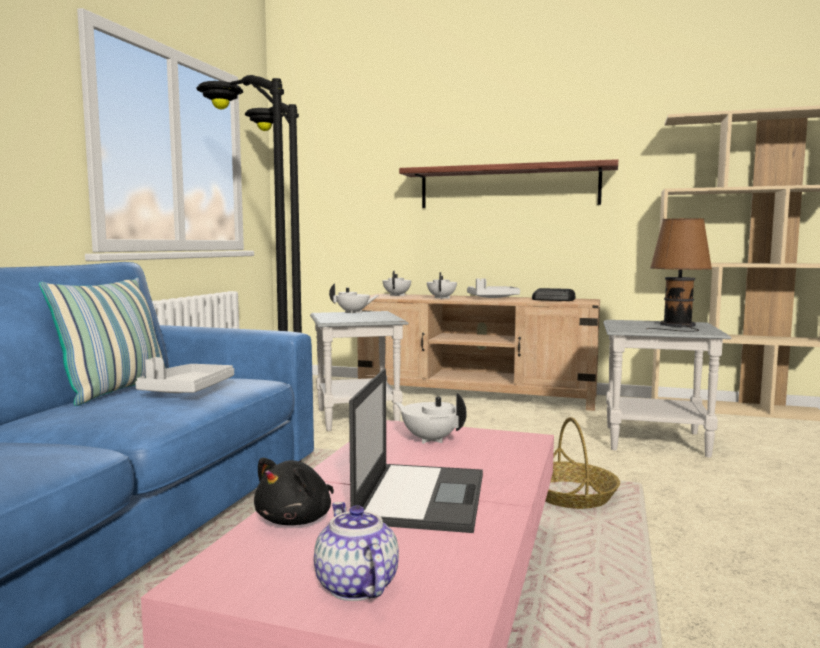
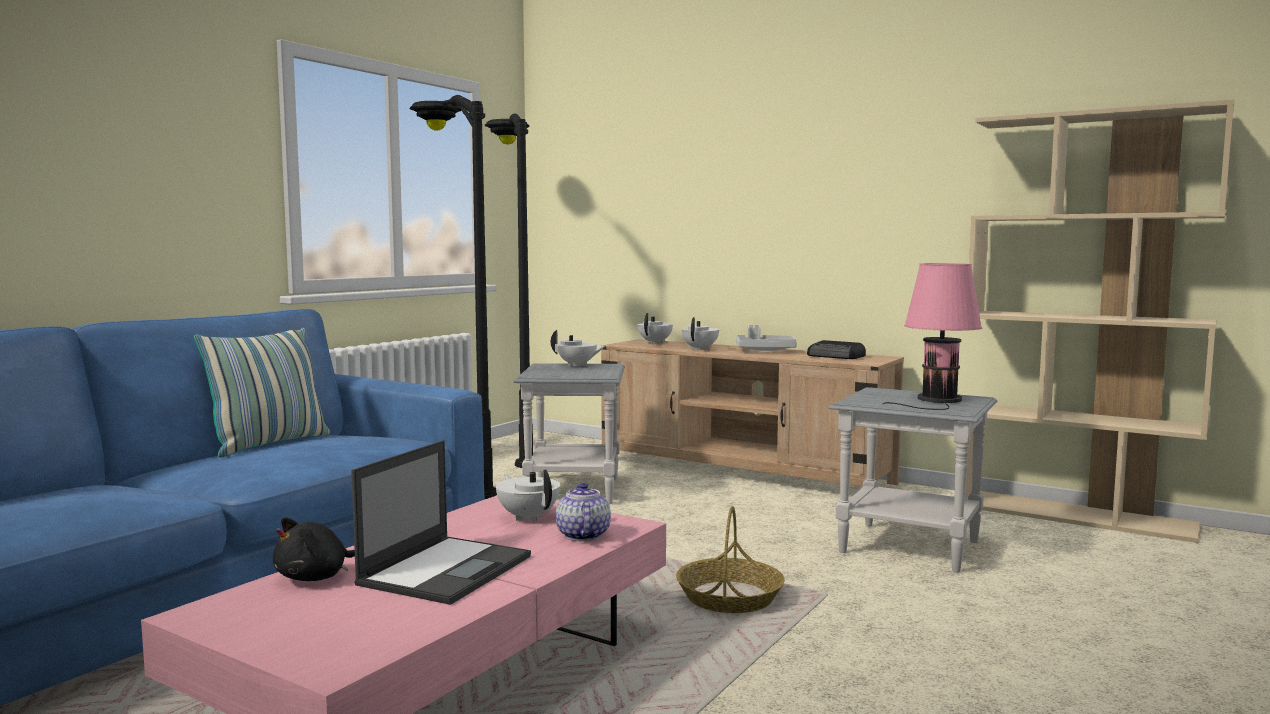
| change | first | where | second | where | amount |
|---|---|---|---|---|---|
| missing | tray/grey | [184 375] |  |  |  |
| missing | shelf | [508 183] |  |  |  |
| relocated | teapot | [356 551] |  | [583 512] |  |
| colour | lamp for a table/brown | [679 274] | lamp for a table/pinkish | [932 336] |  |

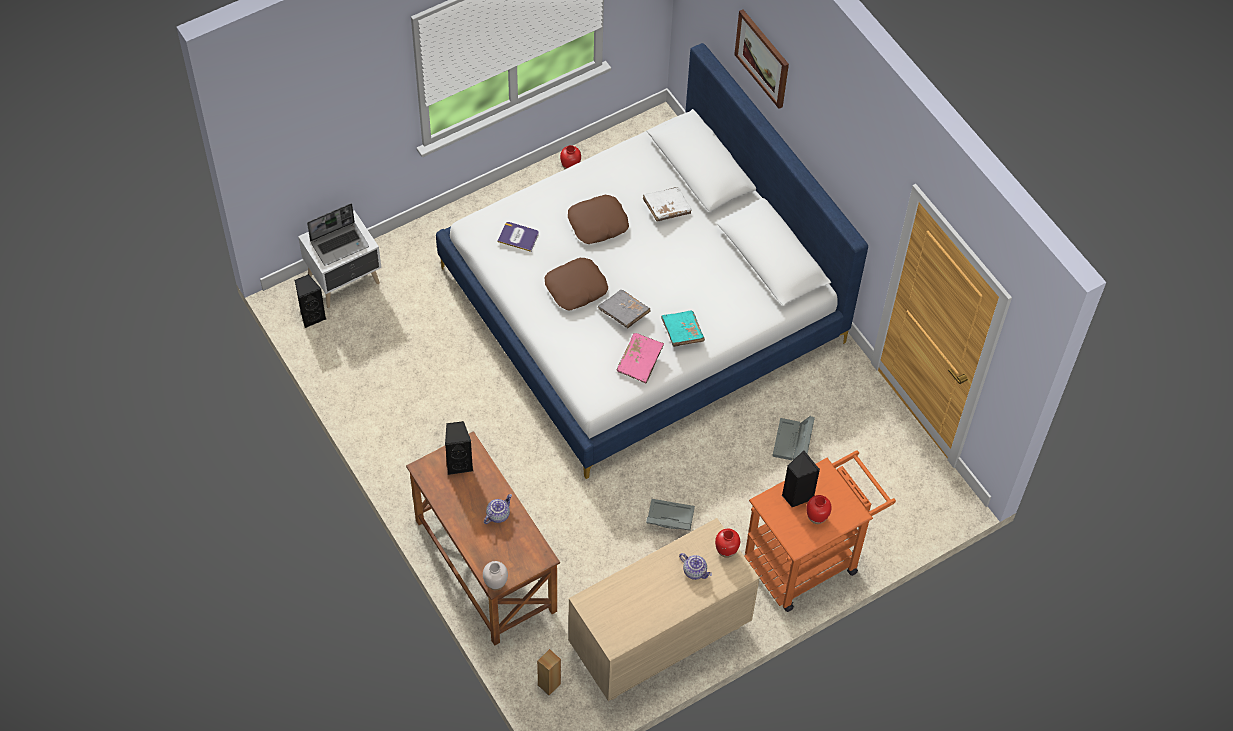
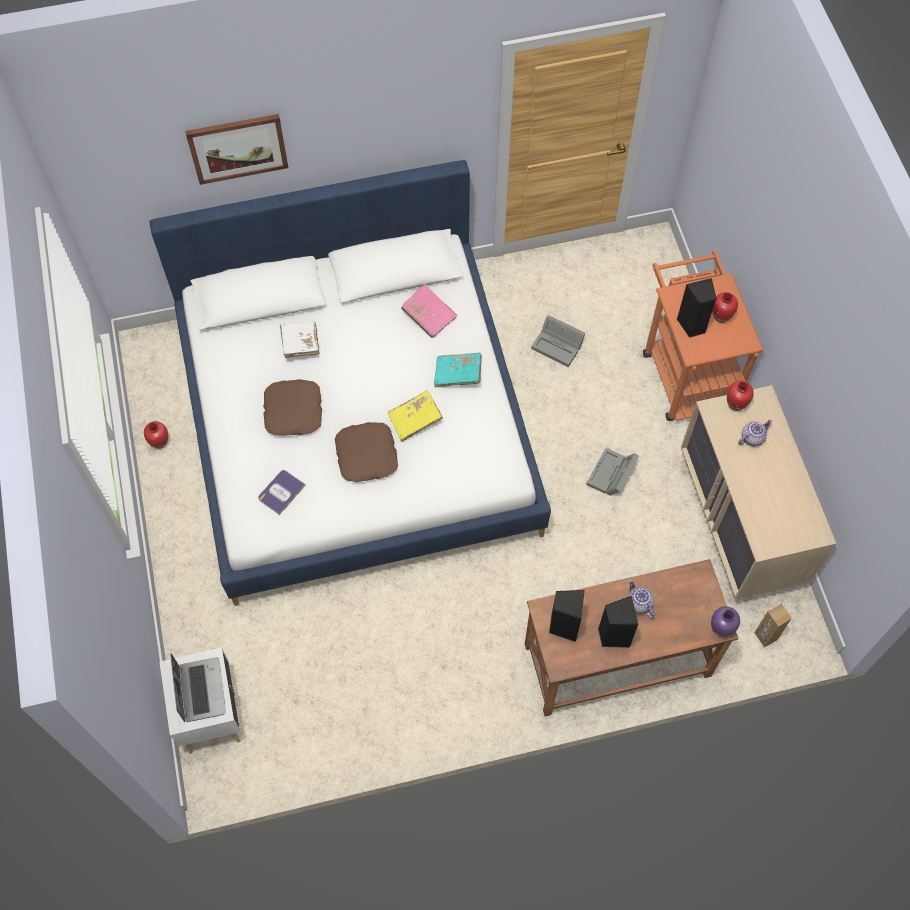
| change | first | where | second | where | amount |
|---|---|---|---|---|---|
| relocated | speaker/black-coloured | [310 301] |  | [618 622] |  |
| relocated | volume/pinkish | [640 358] |  | [429 311] |  |
| colour | vase/white-coloured | [495 575] | vase/purple-coloured | [725 621] |  |
| colour | volume/grey | [624 309] | volume/yellow | [415 416] |  |

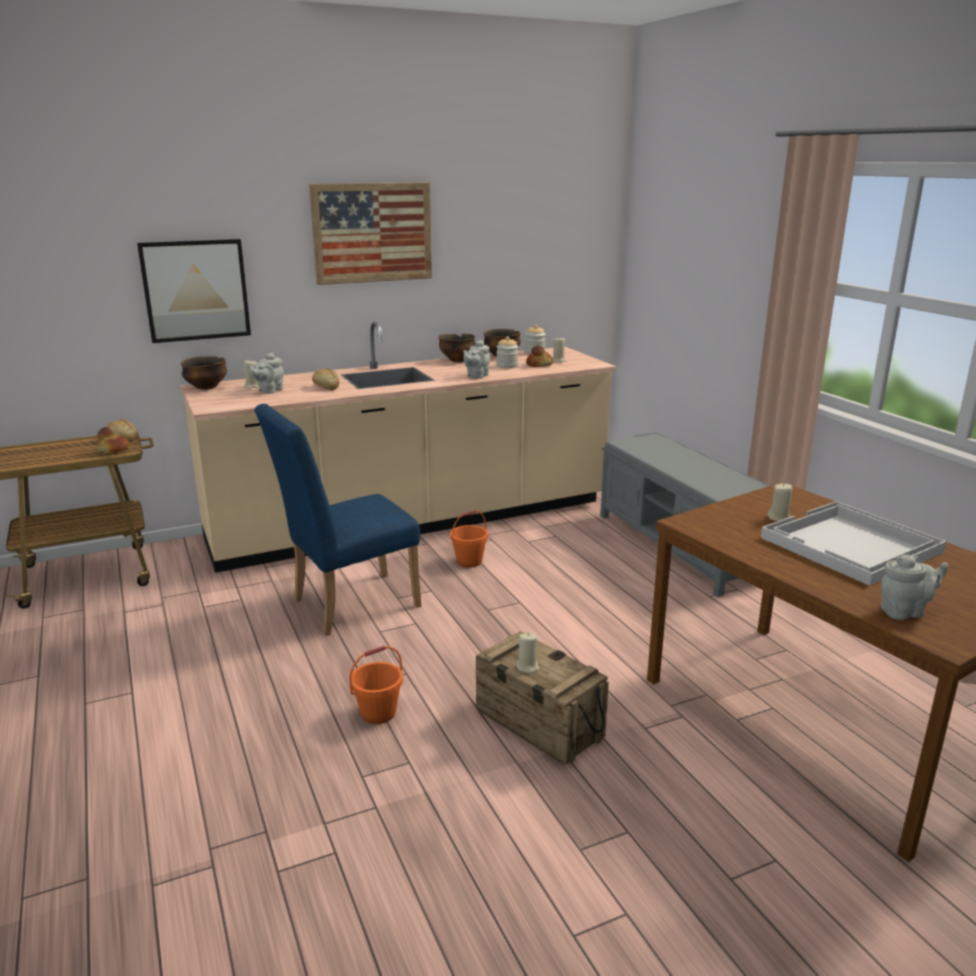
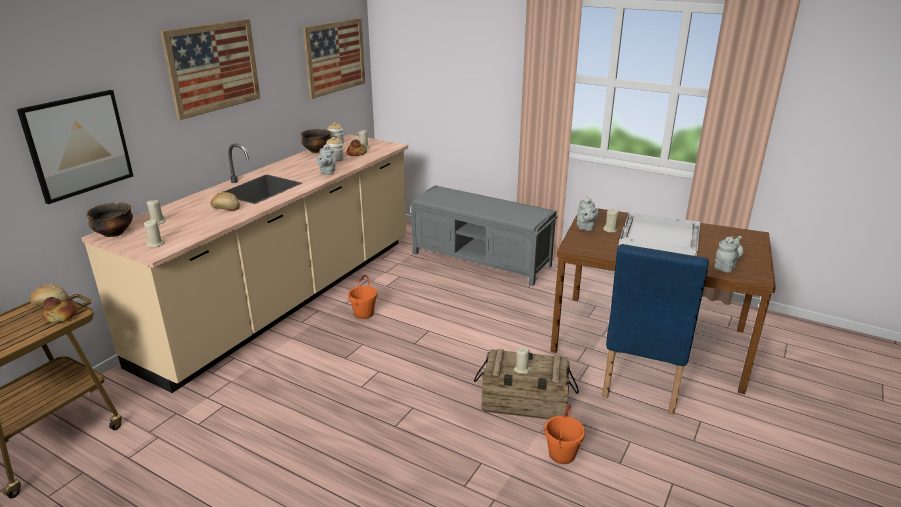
| change | first | where | second | where | amount |
|---|---|---|---|---|---|
| missing | deep dish | [457 348] |  |  |  |
| appeared |  |  | candle/sand-coloured | [154 233] |  |
| appeared |  |  | wall picture | [333 58] |  |
| relocated | teapot/grey | [266 373] |  | [588 214] |  |
| relocated | chair/blue | [337 520] |  | [655 329] |  |
| relocated | water bucket/orange | [376 685] |  | [564 434] |  |

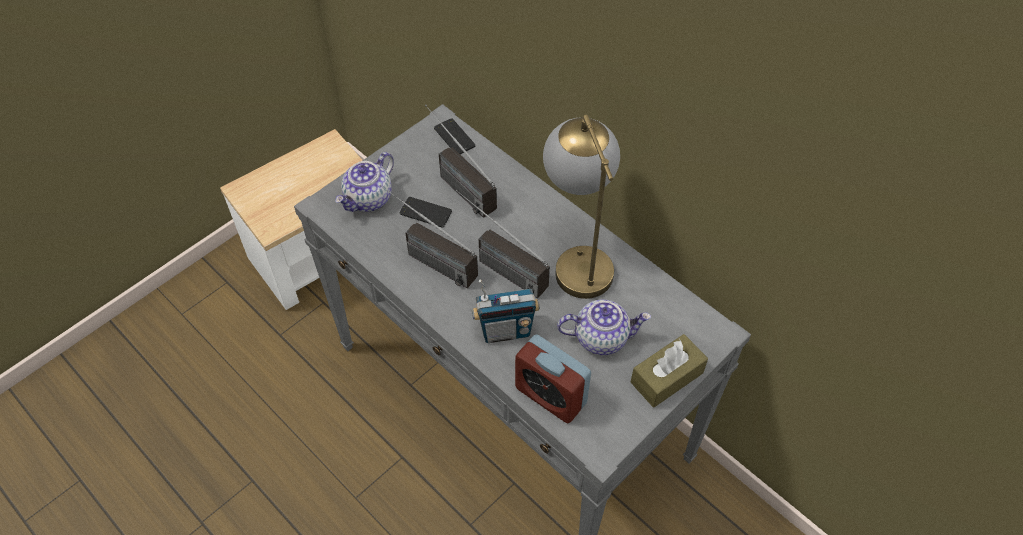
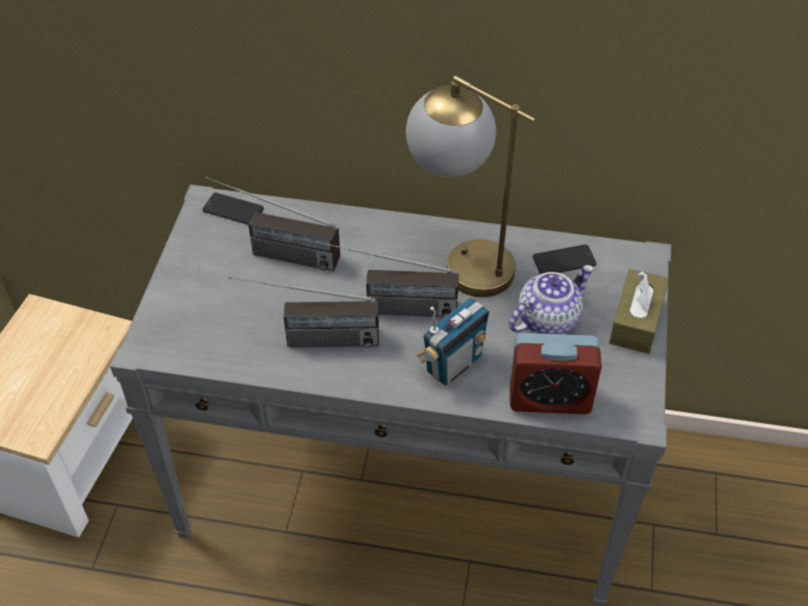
| change | first | where | second | where | amount |
|---|---|---|---|---|---|
| missing | teapot | [364 182] |  |  |  |
| relocated | handset | [425 212] |  | [565 259] |  |

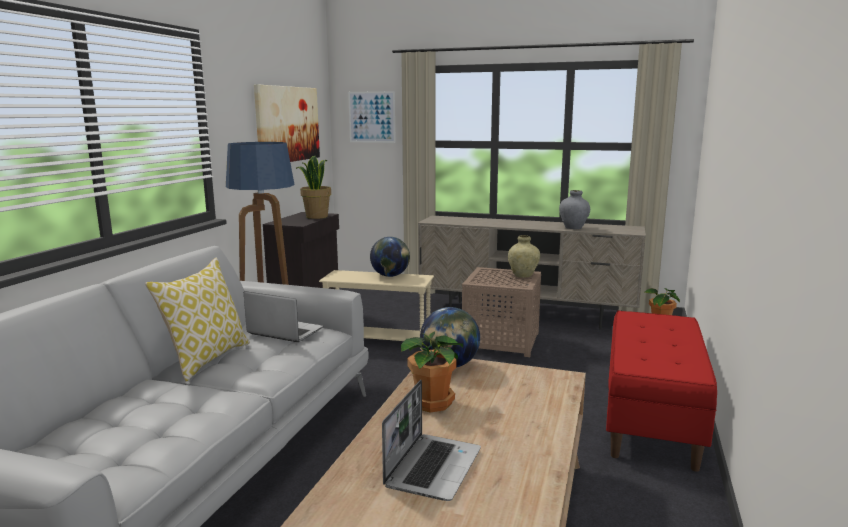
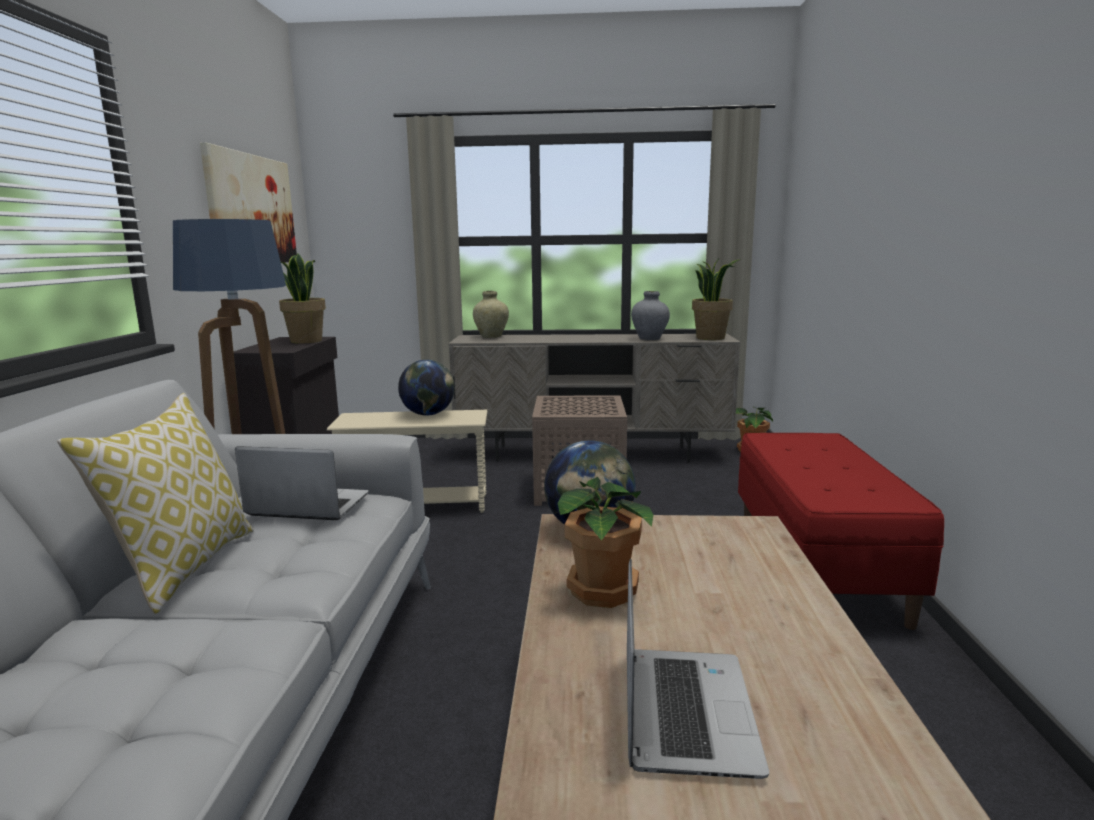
| change | first | where | second | where | amount |
|---|---|---|---|---|---|
| missing | wall picture | [372 117] |  |  |  |
| appeared |  |  | potted plant | [716 298] |  |
| relocated | vase/sand-coloured | [524 256] |  | [491 314] |  |

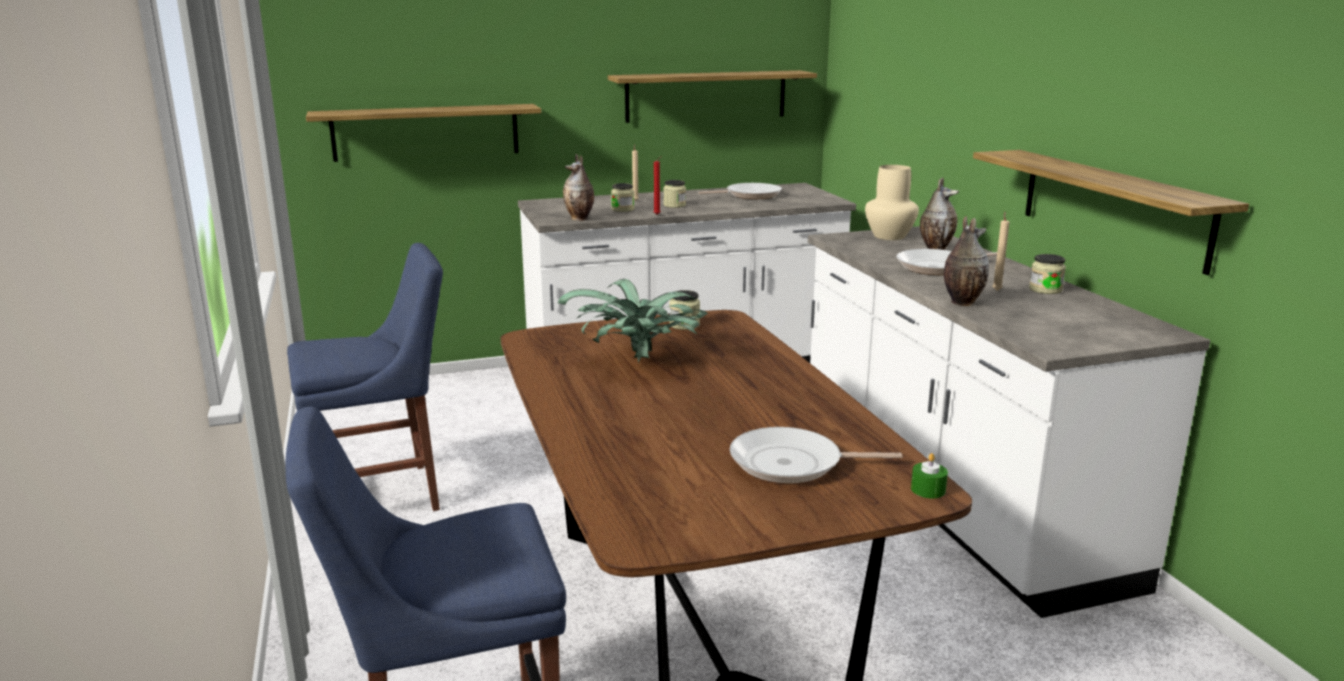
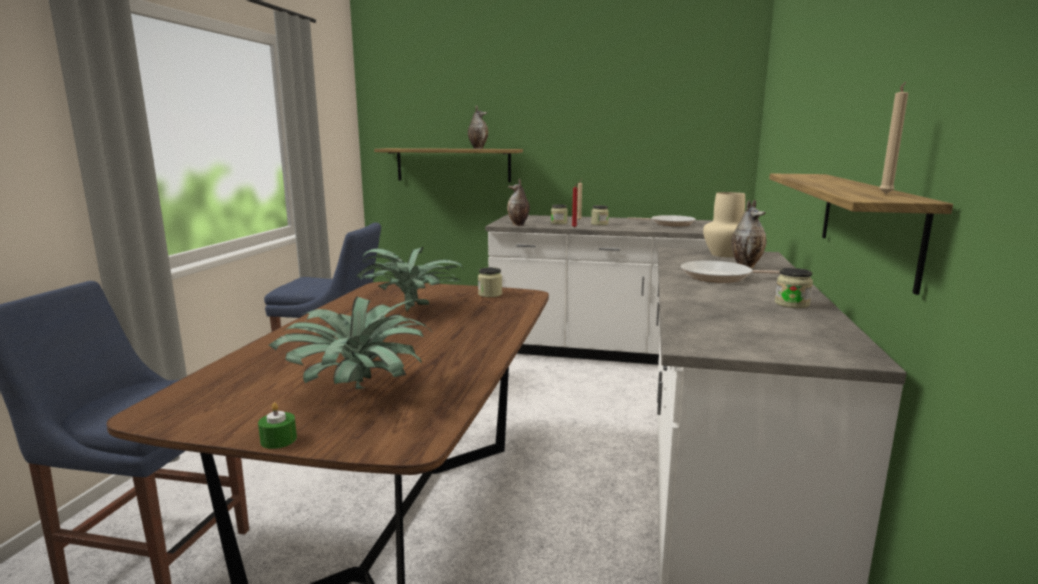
| change | first | where | second | where | amount |
|---|---|---|---|---|---|
| missing | shelf | [712 96] |  |  |  |
| relocated | candle/green | [929 475] |  | [277 426] |  |
| relocated | vase | [966 261] |  | [478 127] |  |
| relocated | candle/sand-coloured | [1000 251] |  | [894 138] |  |
| exchanged | skillet | [816 455] | potted plant | [350 343] |  |

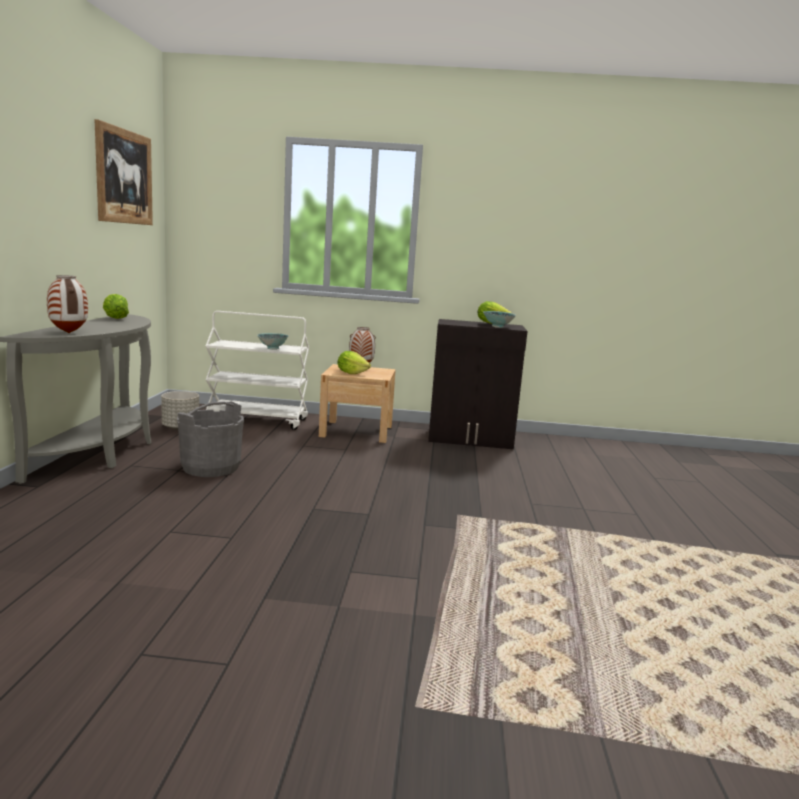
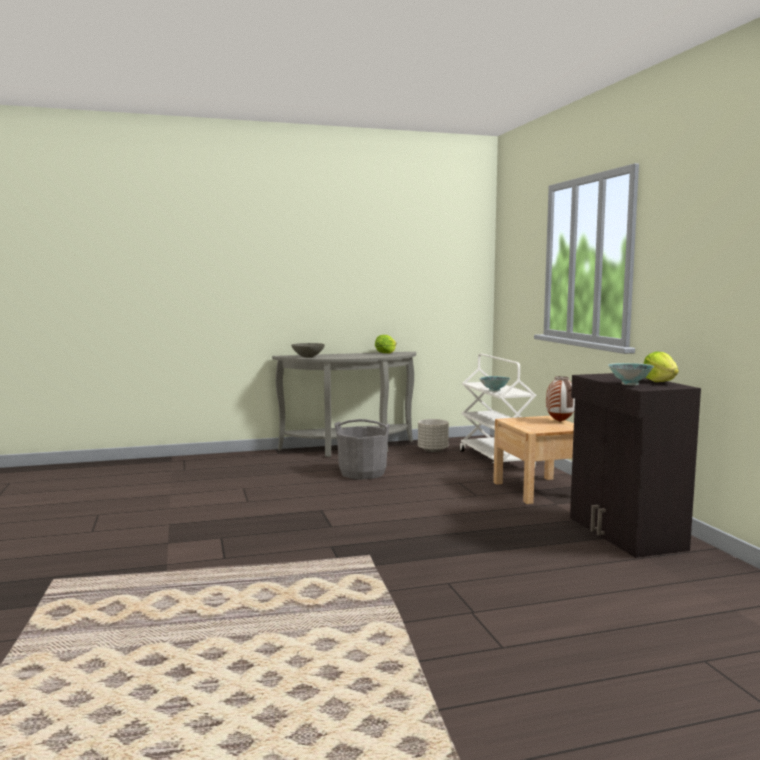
| change | first | where | second | where | amount |
|---|---|---|---|---|---|
| missing | wall picture | [123 172] |  |  |  |
| missing | lettuce | [354 362] |  |  |  |
| exchanged | vase | [67 304] | deep dish/grey | [308 350] |  |

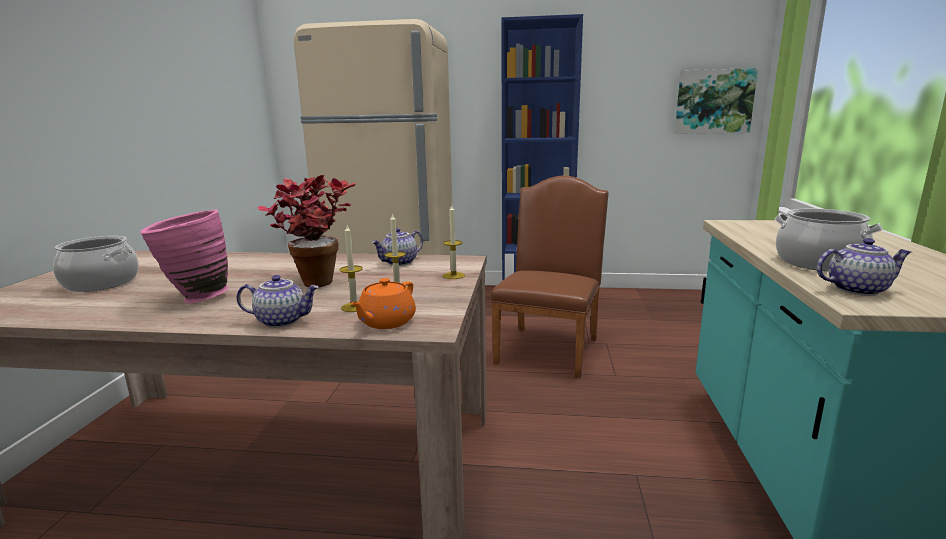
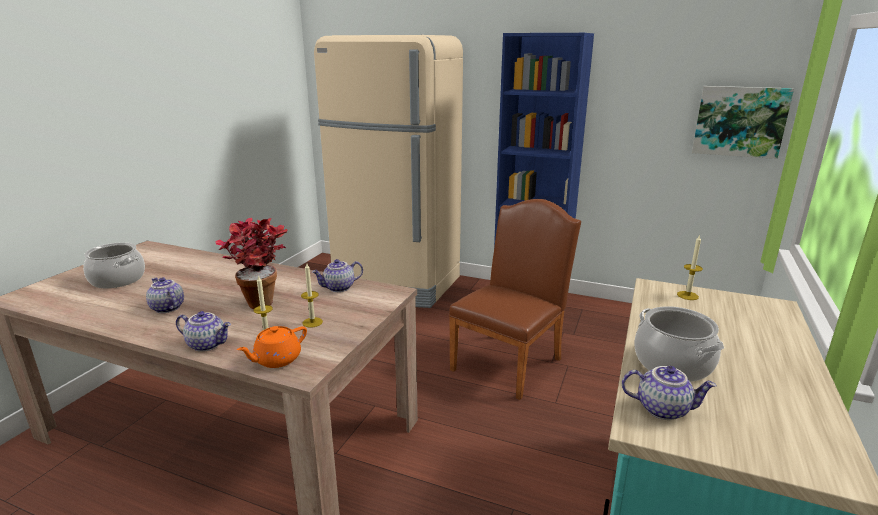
| change | first | where | second | where | amount |
|---|---|---|---|---|---|
| relocated | candle | [454 242] |  | [690 267] |  |
| exchanged | vase/pinkish | [184 256] | teapot | [165 295] |  |

